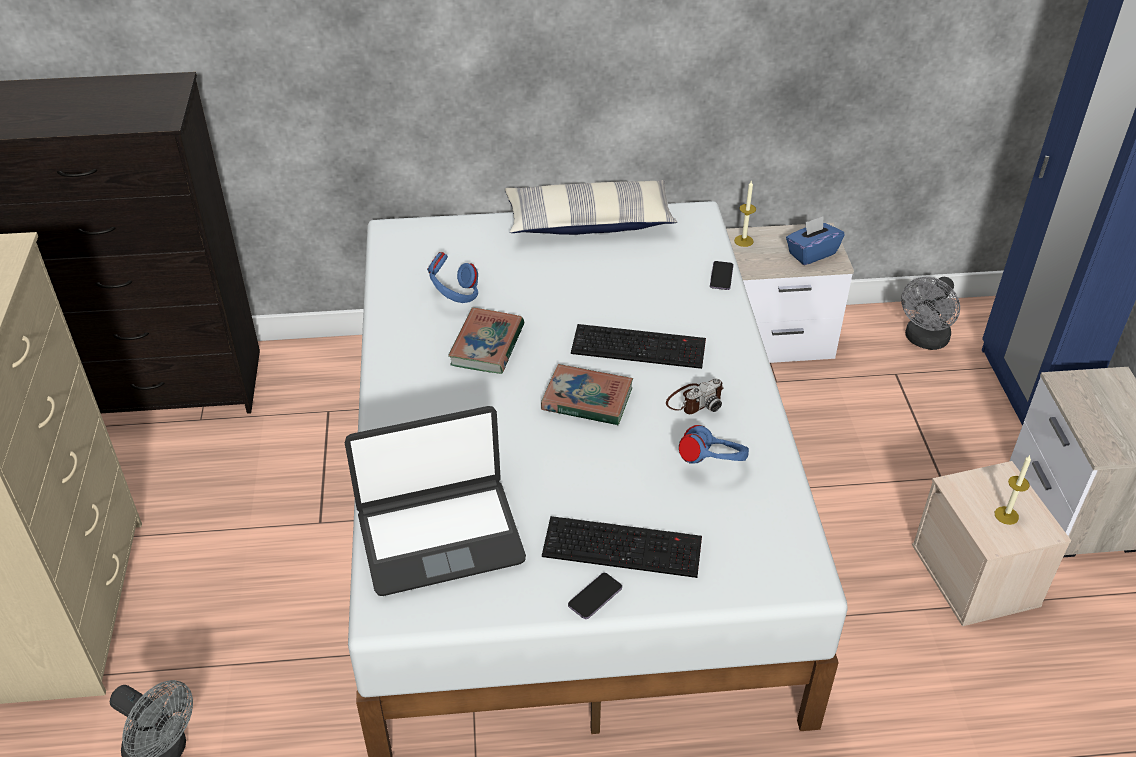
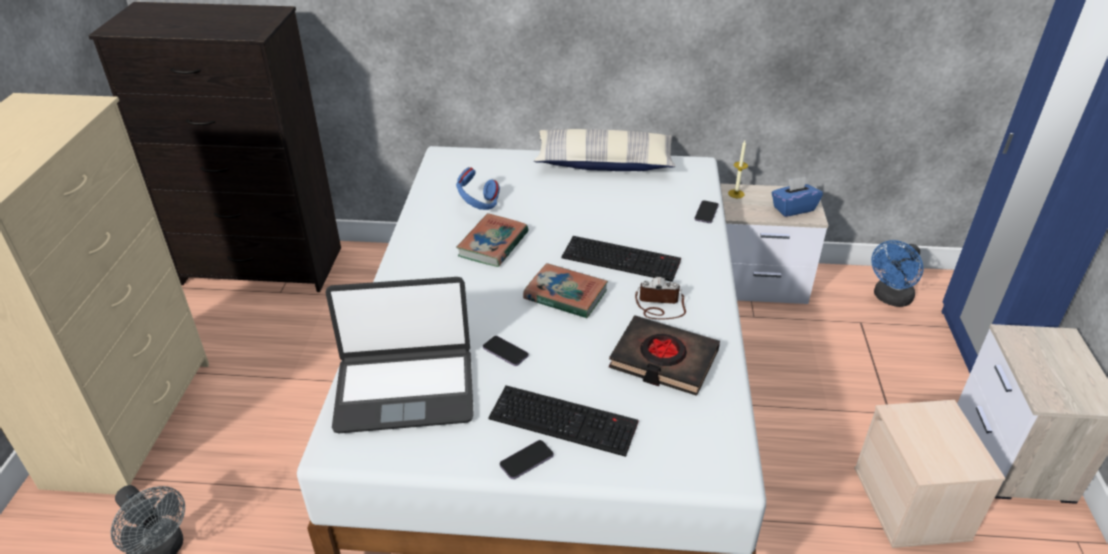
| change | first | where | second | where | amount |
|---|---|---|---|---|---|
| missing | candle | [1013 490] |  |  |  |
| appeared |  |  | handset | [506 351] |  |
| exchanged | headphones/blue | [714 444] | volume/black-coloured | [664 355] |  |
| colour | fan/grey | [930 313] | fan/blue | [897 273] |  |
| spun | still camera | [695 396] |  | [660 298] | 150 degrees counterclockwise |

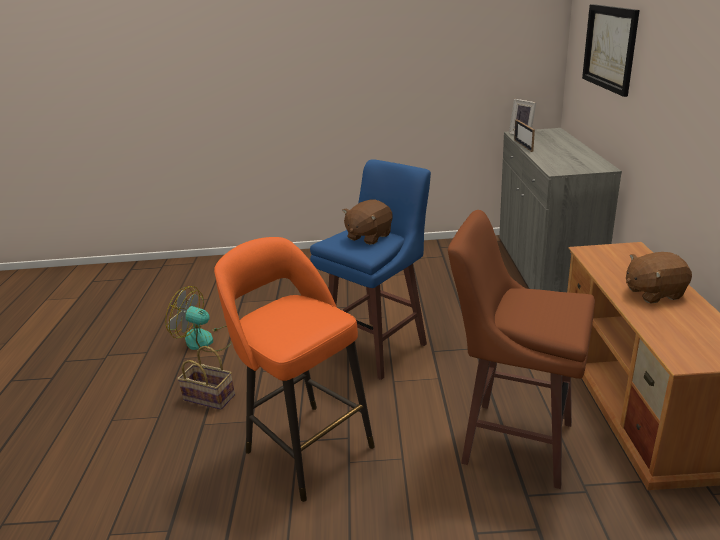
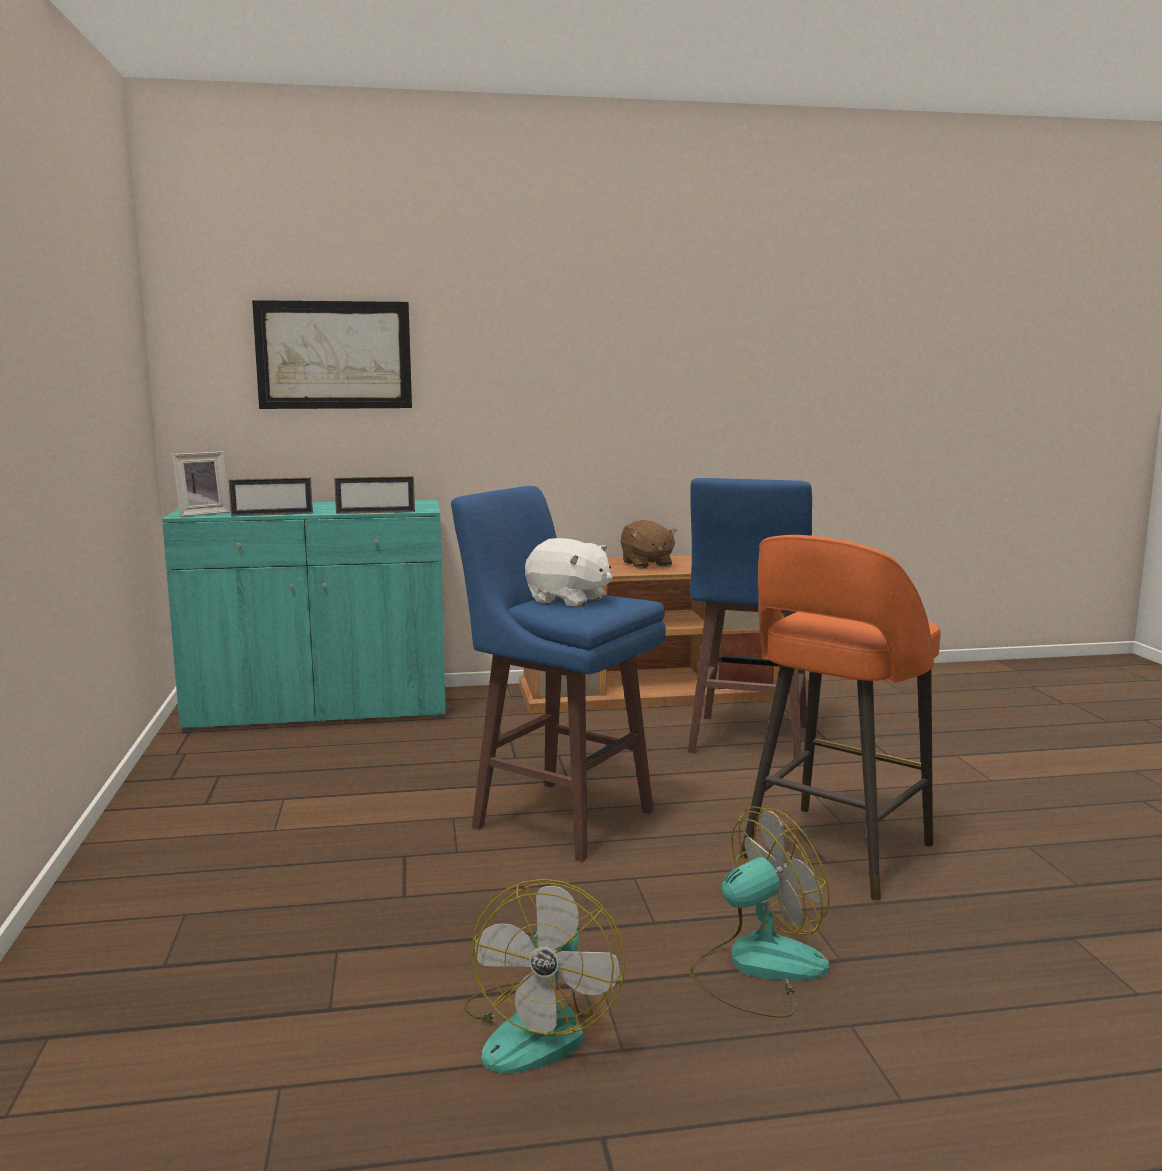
| change | first | where | second | where | amount |
|---|---|---|---|---|---|
| appeared |  |  | standing frame | [374 495] |  |
| exchanged | storage basket | [206 378] | fan | [760 912] |  |
| colour | cuddly toy/brown | [367 222] | cuddly toy/white-coloured | [568 572] |  |
| colour | stool seat/brown | [521 349] | stool seat/blue | [750 618] |  |
| colour | cabinet/grey | [560 210] | cabinet/turquoise | [304 615] |  |

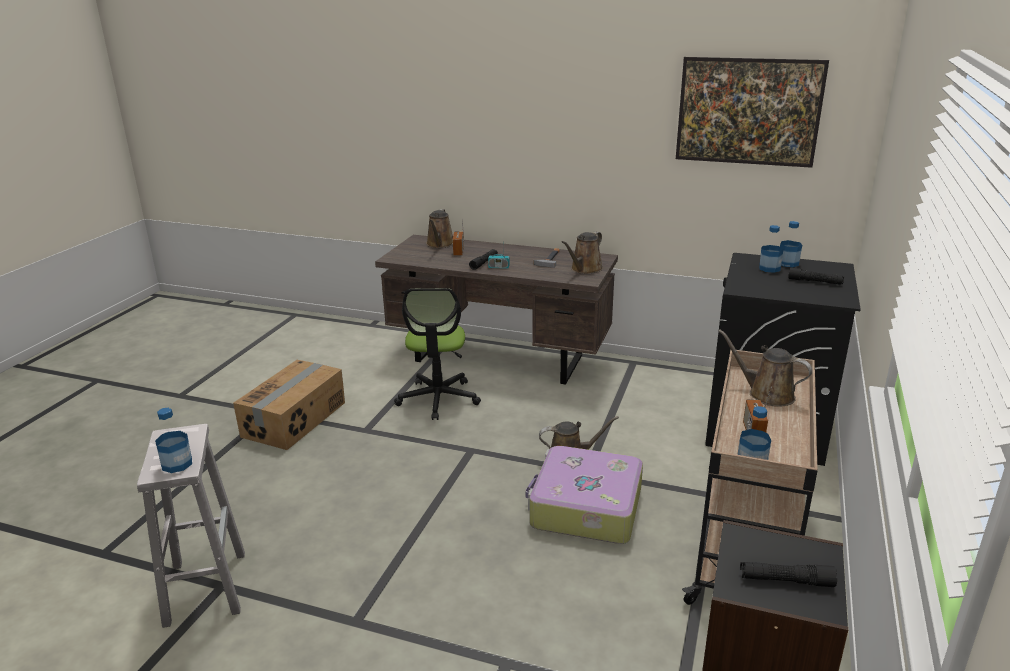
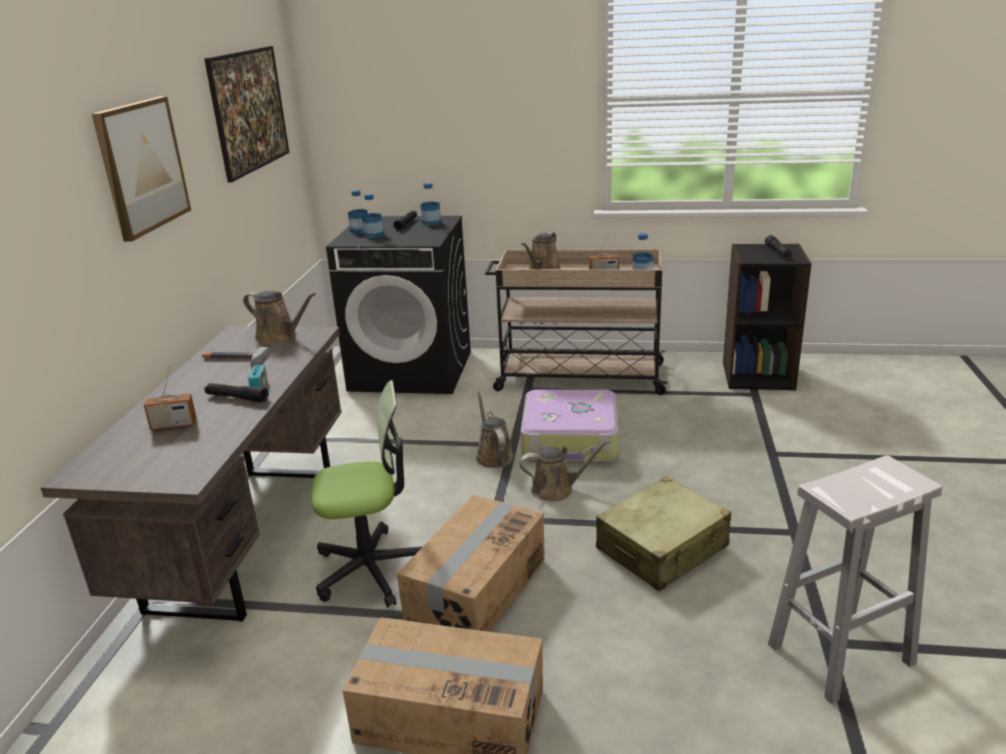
| change | first | where | second | where | amount |
|---|---|---|---|---|---|
| appeared |  |  | wall picture | [141 169] |  |
| appeared |  |  | carton | [471 563] |  |
| appeared |  |  | travel case/sand-coloured | [663 533] |  |
| relocated | drink bottle | [173 440] |  | [430 204] |  |
| relocated | sprinkling can/brown | [439 228] |  | [565 471] |  |

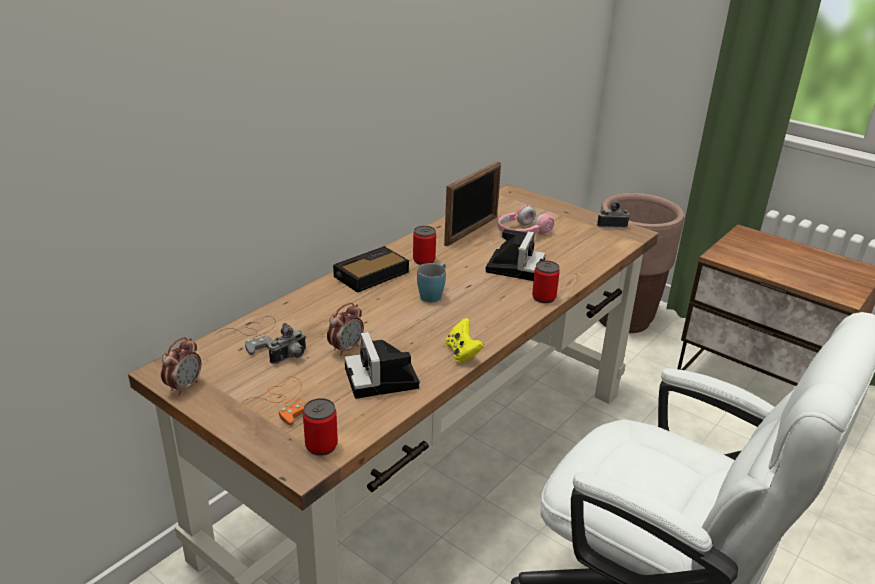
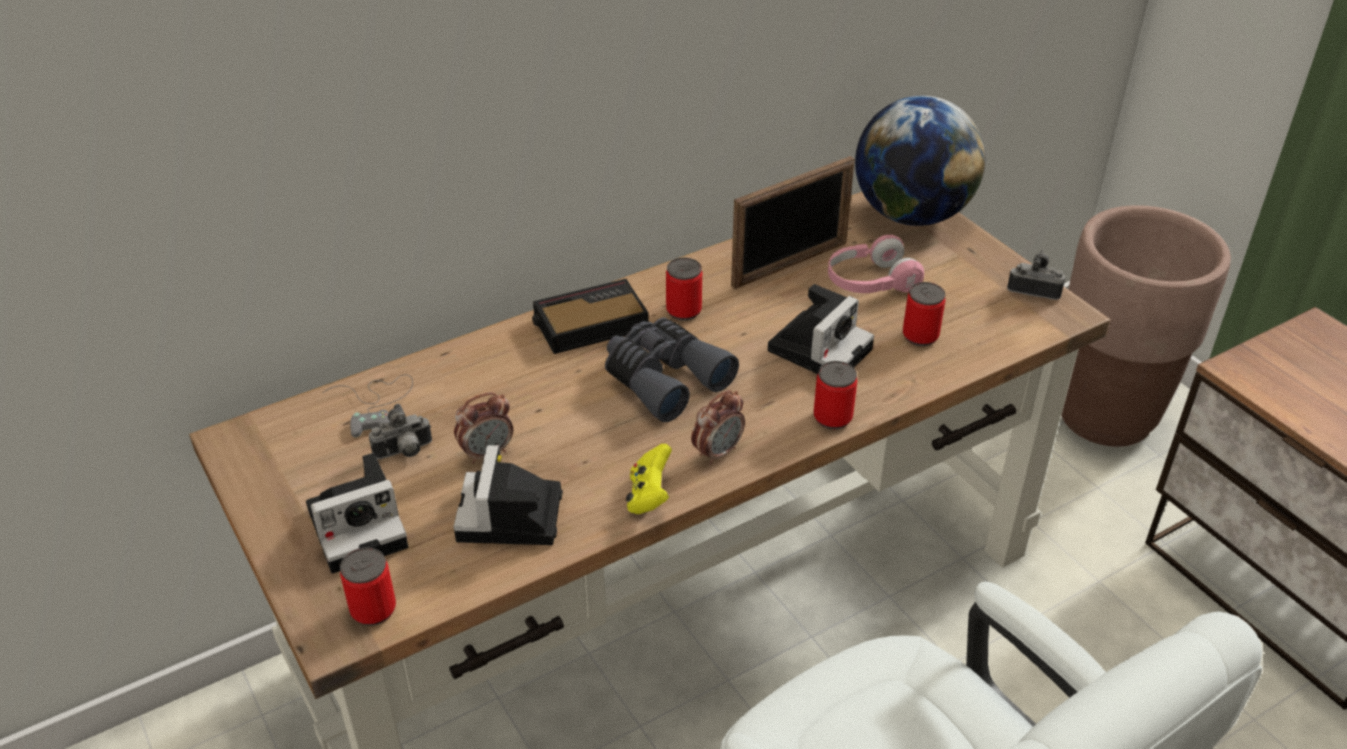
| change | first | where | second | where | amount |
|---|---|---|---|---|---|
| appeared |  |  | world globe | [920 161] |  |
| appeared |  |  | can | [924 314] |  |
| relocated | bedside clock | [181 366] |  | [718 427] |  |
| exchanged | joypad/orange | [272 401] | still camera | [357 513] |  |
| exchanged | mug/blue | [431 283] | binoculars/grey | [672 370] |  |

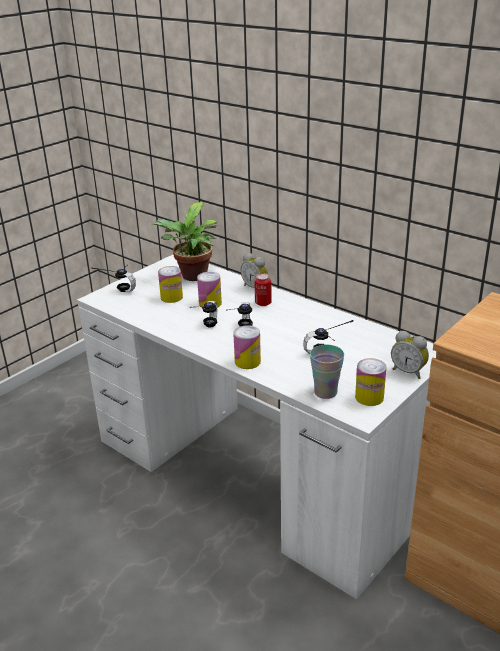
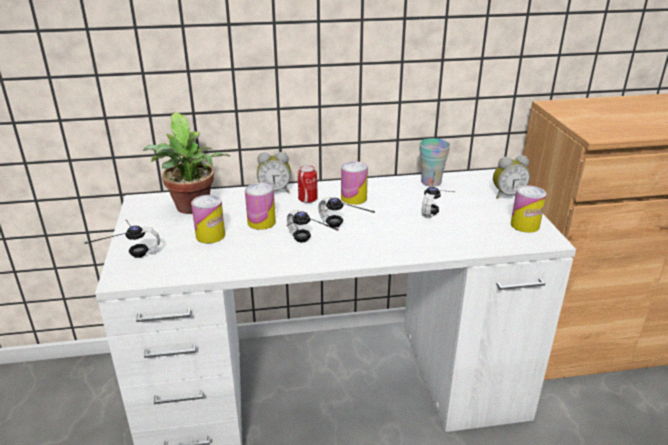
| change | first | where | second | where | amount |
|---|---|---|---|---|---|
| relocated | can | [247 347] |  | [354 183] |  |
| relocated | cup | [327 372] |  | [434 162] |  |

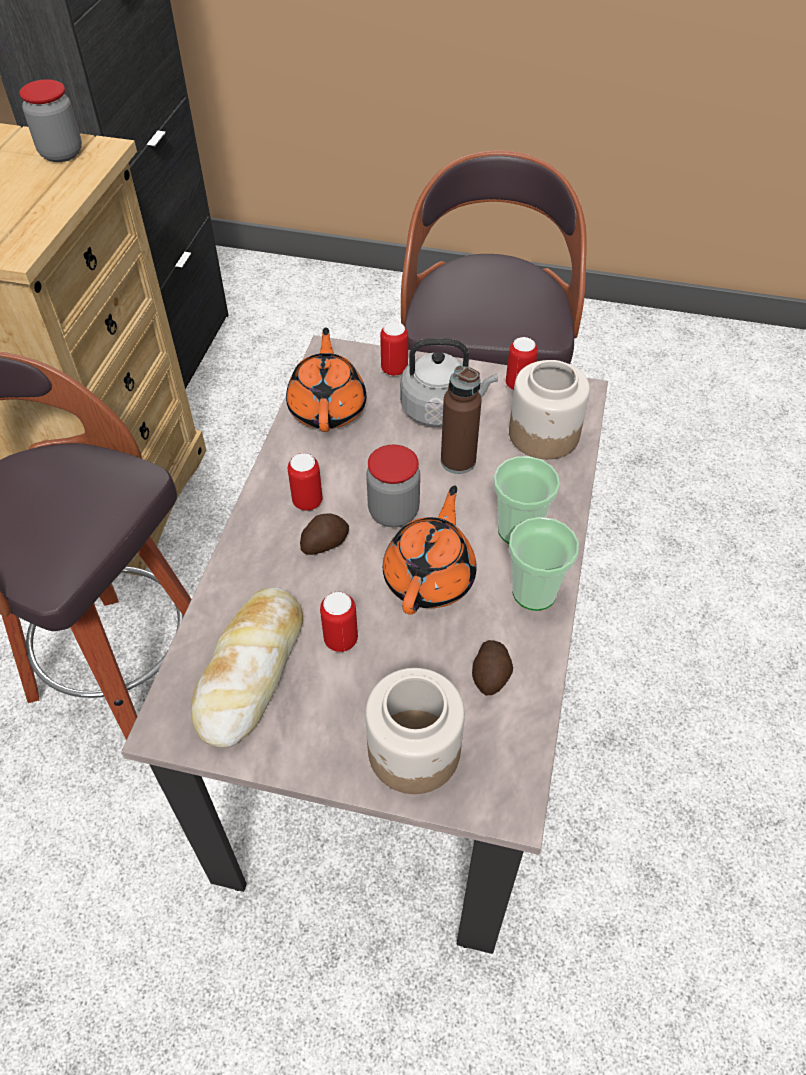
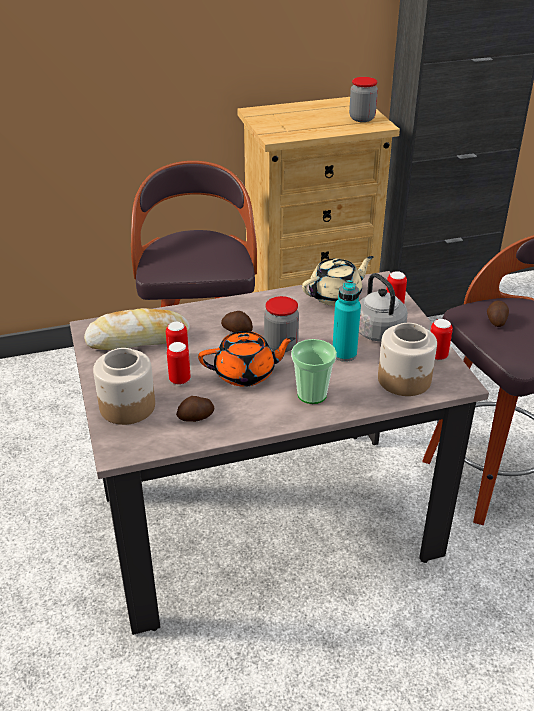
| change | first | where | second | where | amount |
|---|---|---|---|---|---|
| missing | cup | [544 564] |  |  |  |
| appeared |  |  | whole potato | [498 314] |  |
| relocated | can | [305 482] |  | [179 363] |  |
| colour | teapot/orange | [326 379] | teapot/sand-coloured | [338 281] |  |
| colour | drink bottle/brown | [461 419] | drink bottle/turquoise | [347 321] |  |

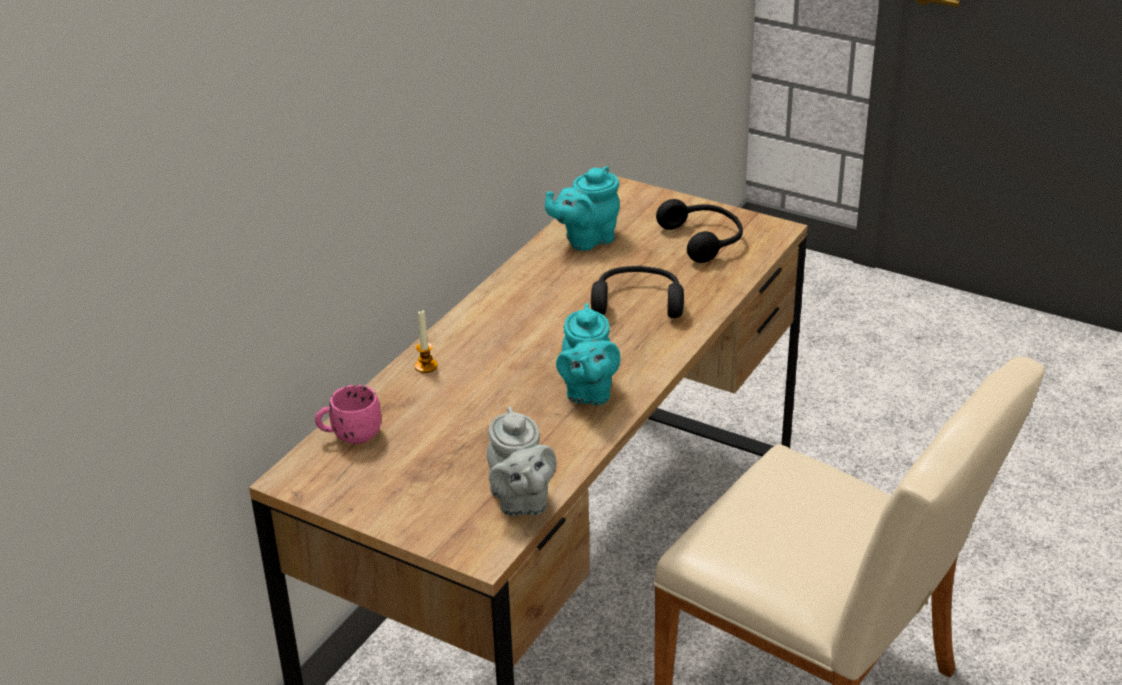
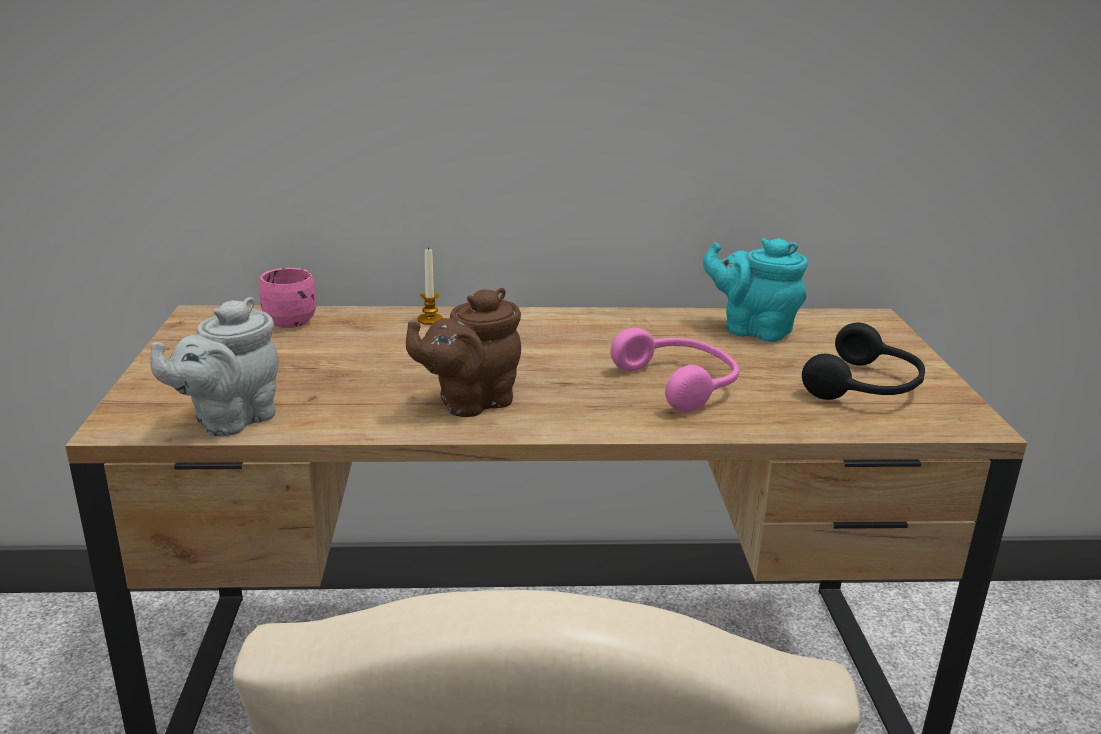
| change | first | where | second | where | amount |
|---|---|---|---|---|---|
| colour | teapot/turquoise | [588 354] | teapot/brown | [463 352] |  |
| colour | headphones/black-coloured | [637 292] | headphones/pinkish | [675 370] |  |

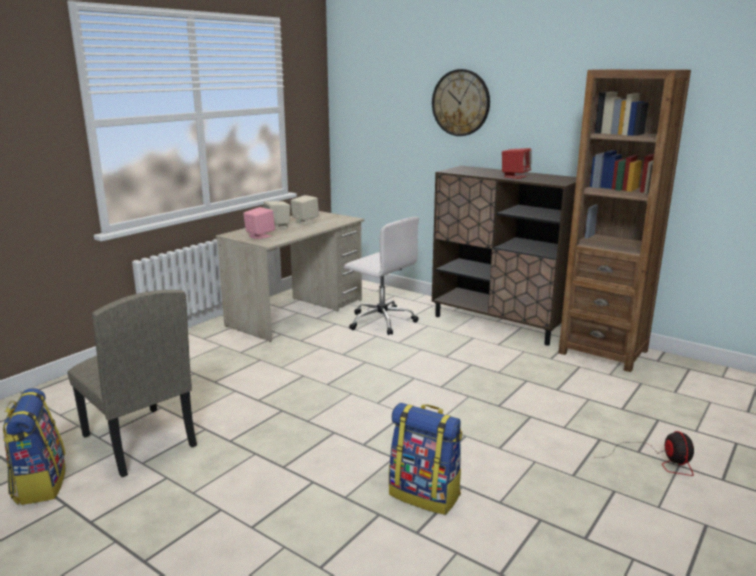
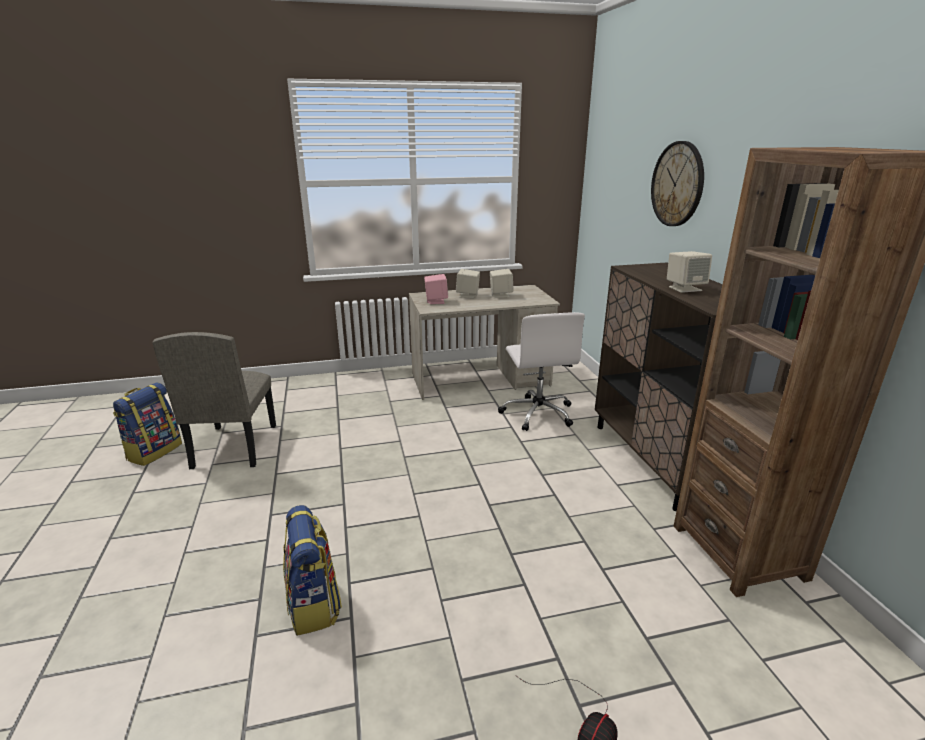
| change | first | where | second | where | amount |
|---|---|---|---|---|---|
| colour | speaker/red | [516 163] | speaker/sand-coloured | [689 272] |  |

